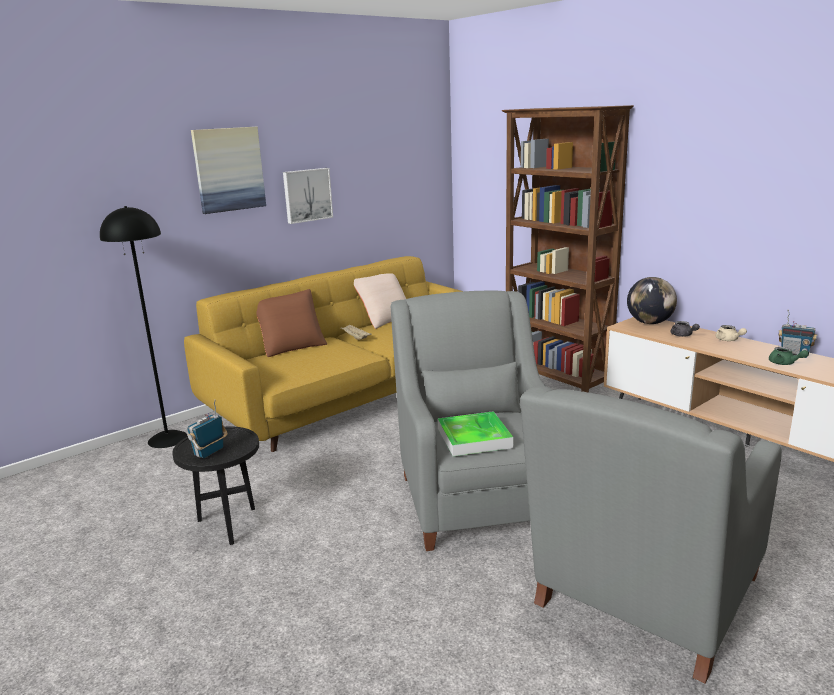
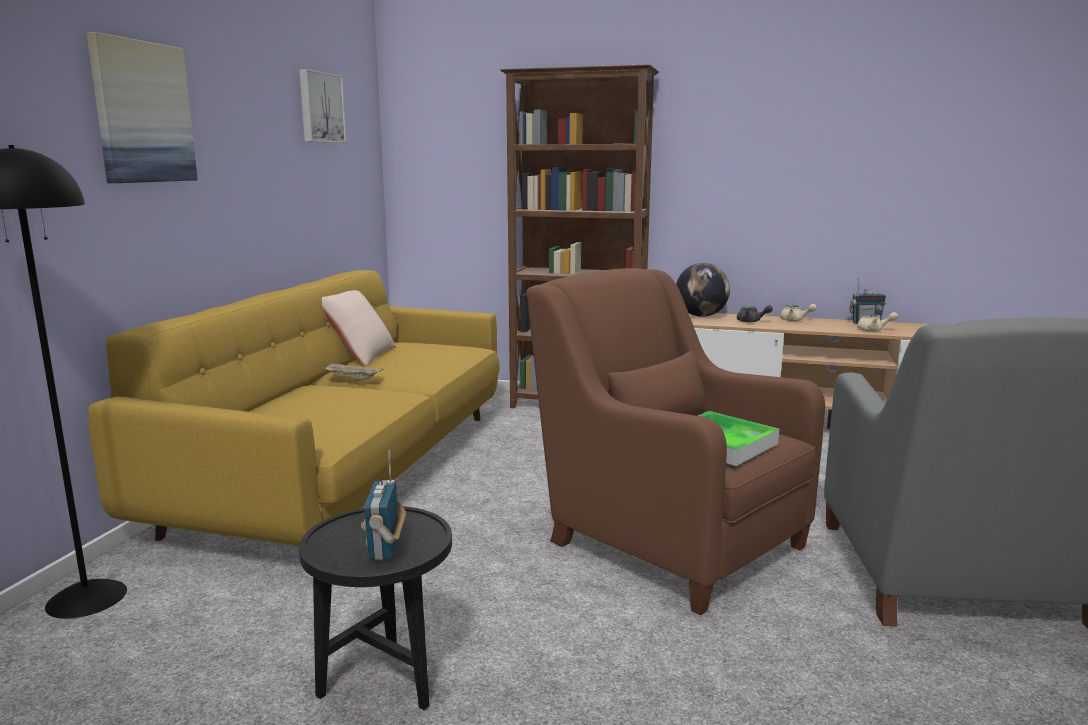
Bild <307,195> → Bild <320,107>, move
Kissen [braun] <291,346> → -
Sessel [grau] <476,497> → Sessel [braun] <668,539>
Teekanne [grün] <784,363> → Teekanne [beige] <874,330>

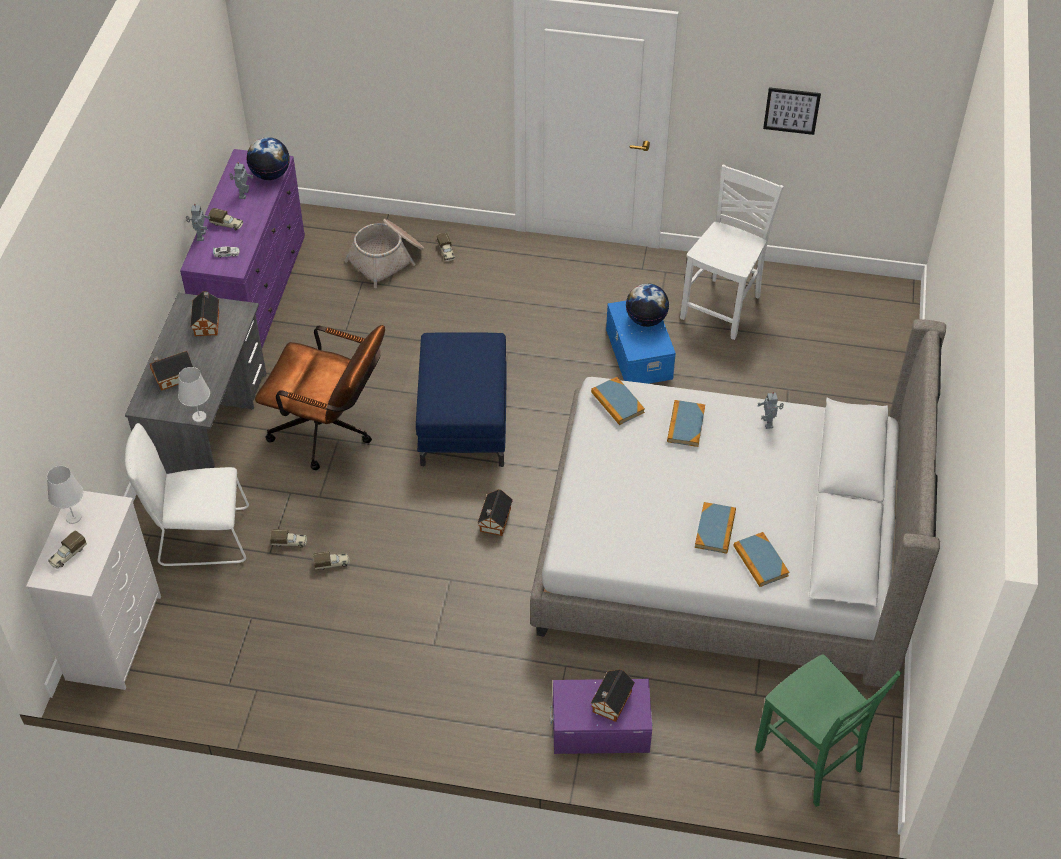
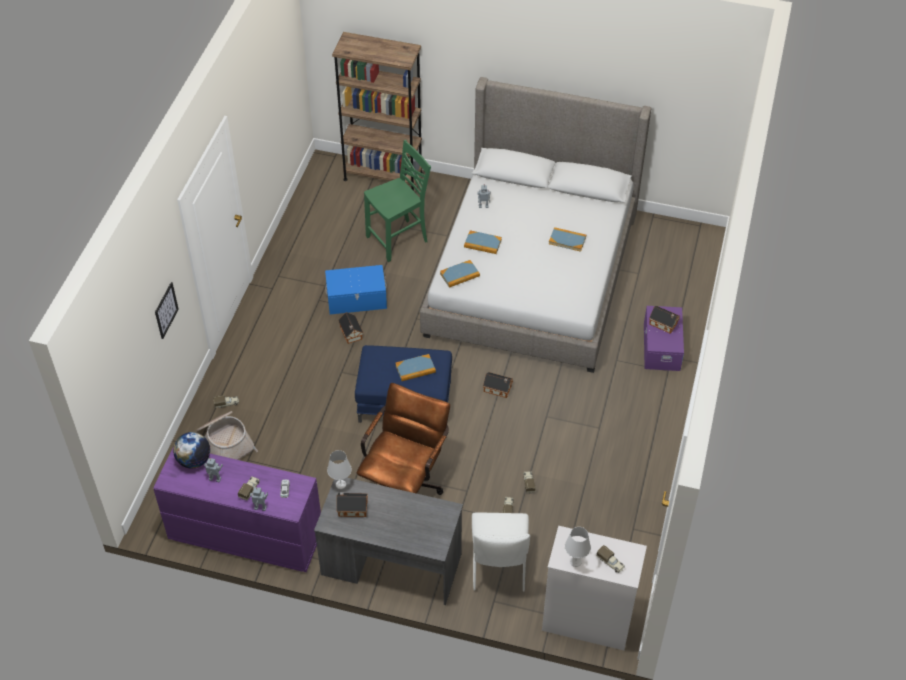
Bild <791,110> → Bild <166,310>, move
Stuhl [weiß] <723,307> → -
Globus <646,319> → -
Spielzeughaus <172,377> → Spielzeughaus <351,334>, move
Tischlampe [weiß] <199,416> → Tischlampe [weiß] <340,484>, move
Buch <760,561> → Buch <415,369>, move
Stuhl [grün] <810,761> → Stuhl [grün] <399,240>, move
- → Bücherregal [braun] <383,176>

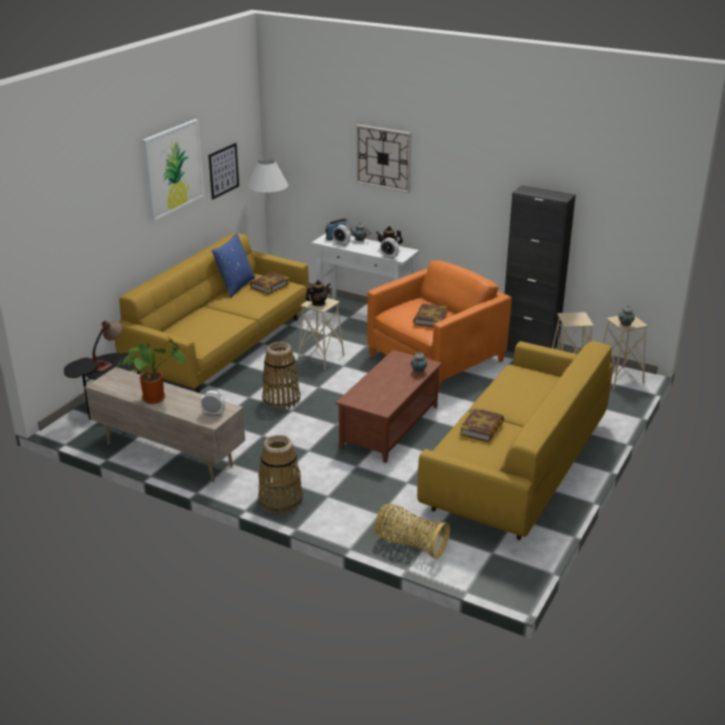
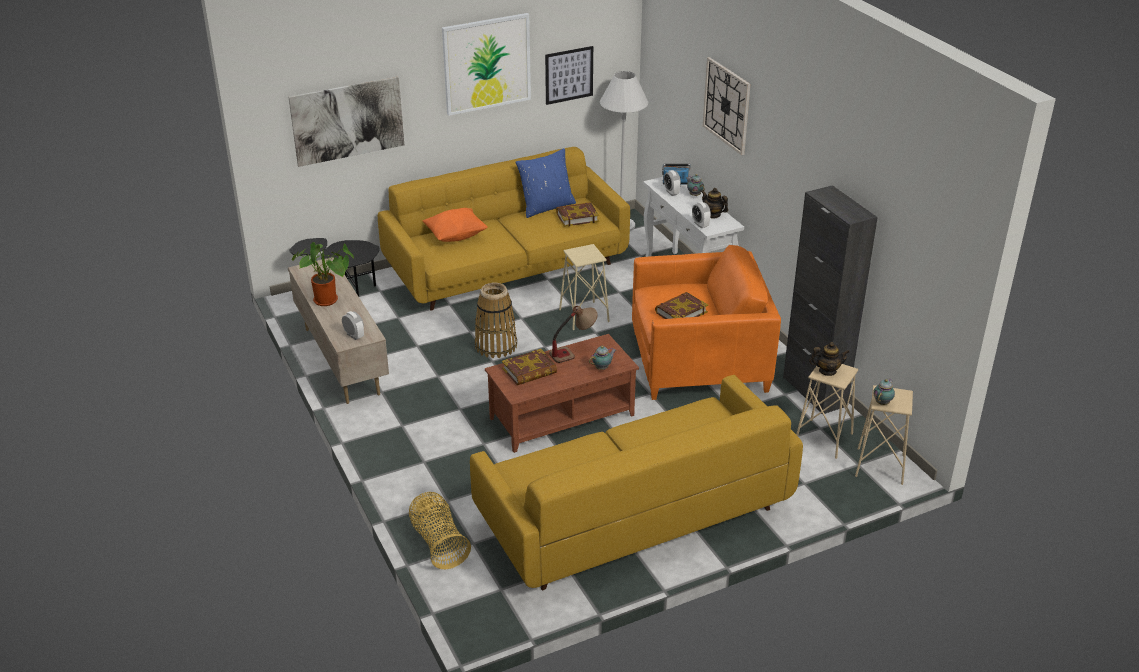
Teekanne <318,303> → Teekanne <827,371>, move
Tischlampe <108,362> → Tischlampe <573,352>, move
Buch <482,428> → Buch <529,371>, move
Korb <280,500> → -
- → Bild <347,121>
- → Kissen [orange] <456,236>

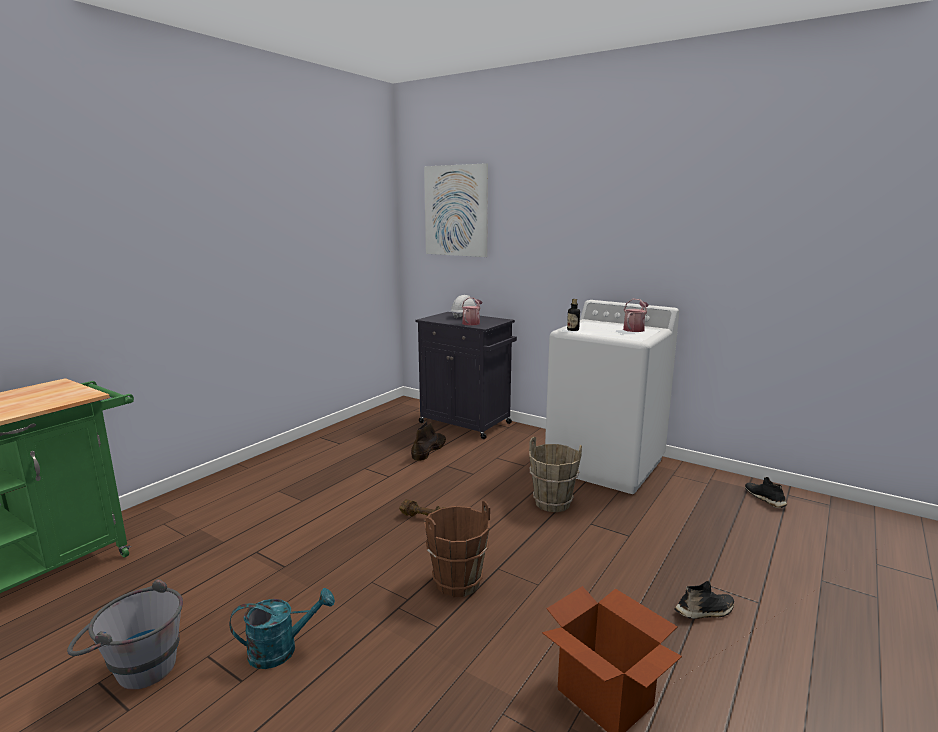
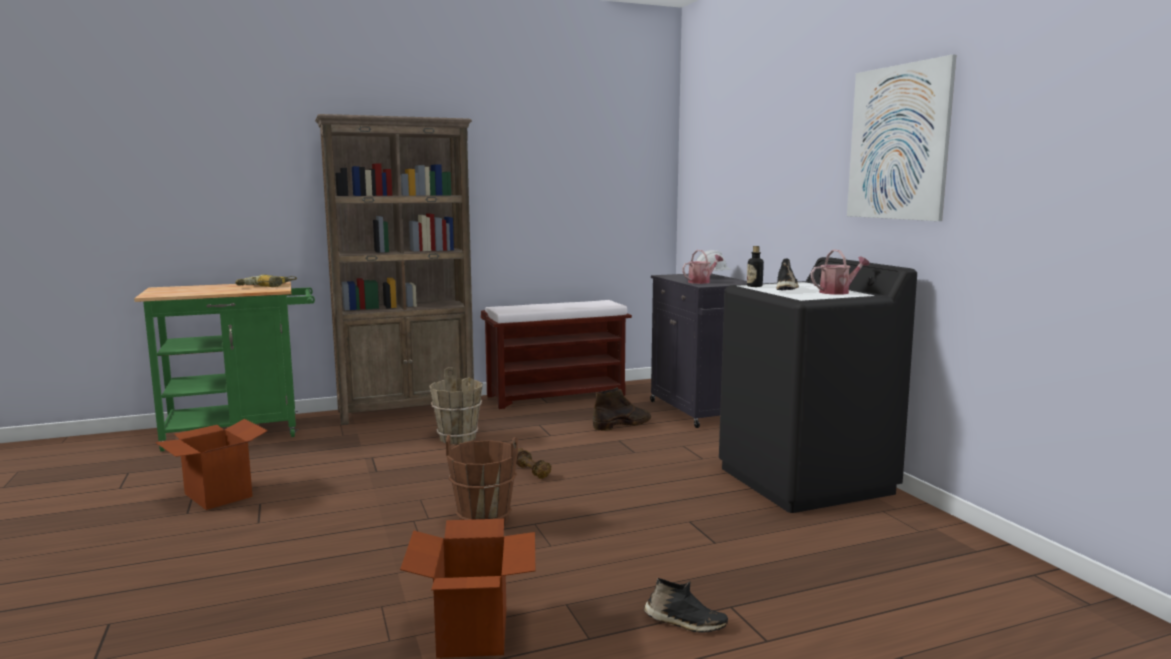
Bild <456,211> → Bild <898,143>, move
Waschmaschine [weiß] <606,464> → Waschmaschine [schwarz] <806,481>
Eimer [braun] <552,503> → Eimer [braun] <457,438>, move
Schuh [schwarz] <765,499> → Schuh [schwarz] <786,289>, move
Eimer [grau] <136,667> → Karton <218,495>
Gießkanne [türkis] <281,649> → -
- → Bücherregal [braun] <407,410>
- → Bohrmaschine <266,286>
- → Bank [braun] <557,395>

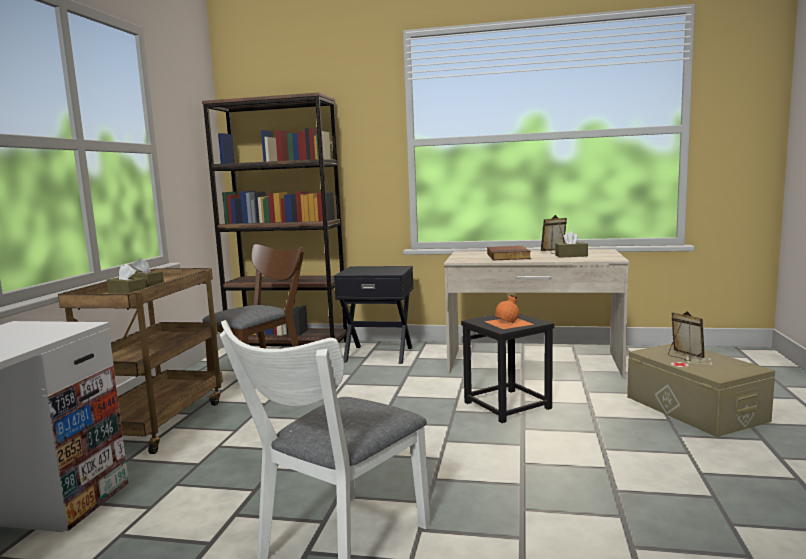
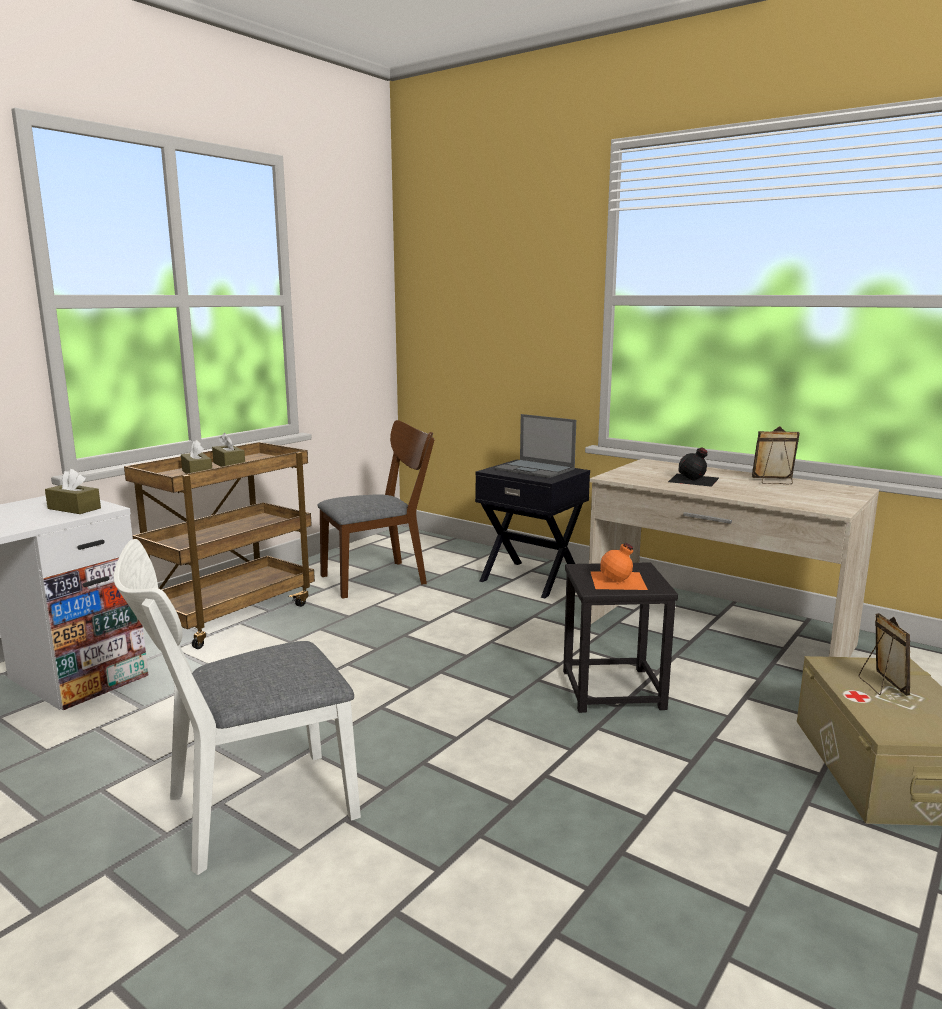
Bücherregal [braun] <289,346> → -
Taschentuchbox [braun] <571,256> → Taschentuchbox [braun] <74,508>, move
Buch <509,256> → Flasche [schwarz] <694,480>
- → Laptop <535,469>

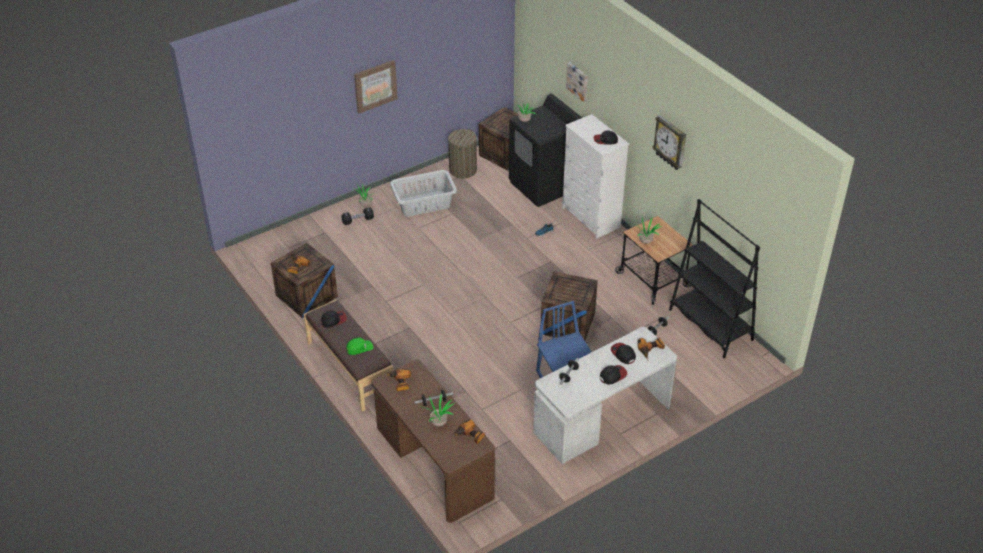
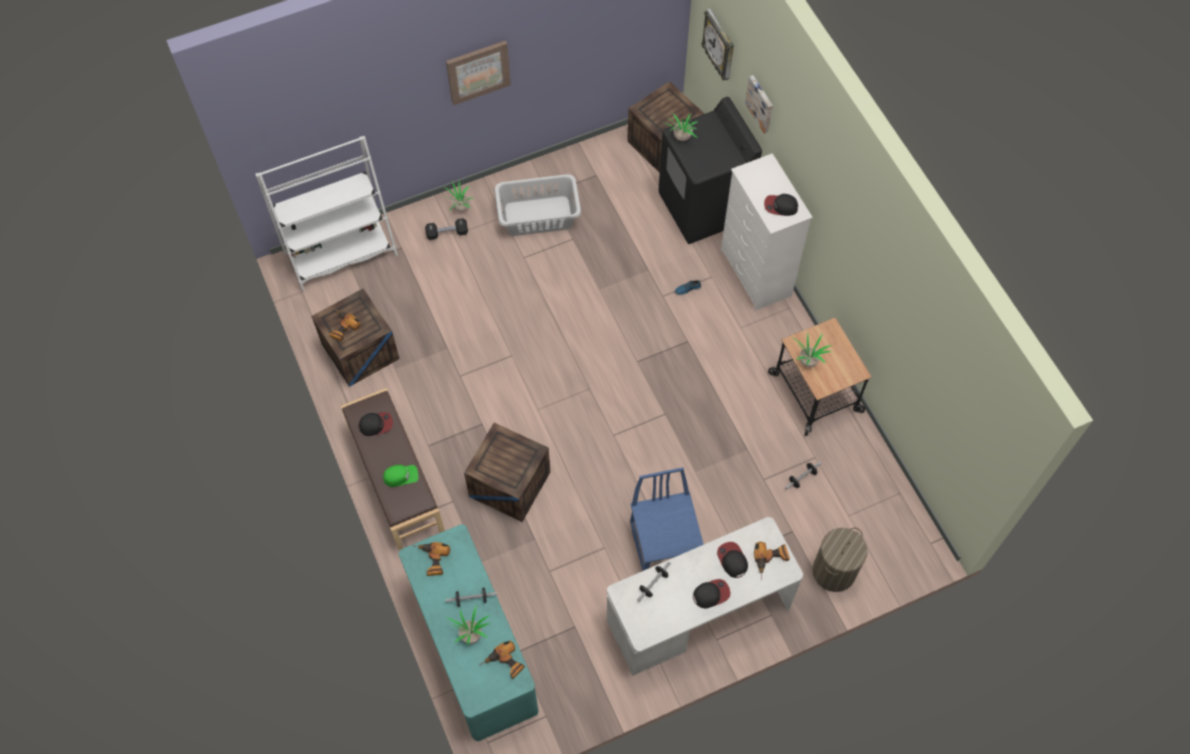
Wanduhr <670,143> → Wanduhr <720,46>, move
Wäschekorb <463,170> → Wäschekorb <834,571>, move
Bücherregal [schwarz] <710,325> → -
Kiste <567,323> → Kiste <509,484>, move
Schreibtisch [braun] <433,463> → Schreibtisch [türkis] <472,647>
- → Bücherregal [weiß] <341,254>

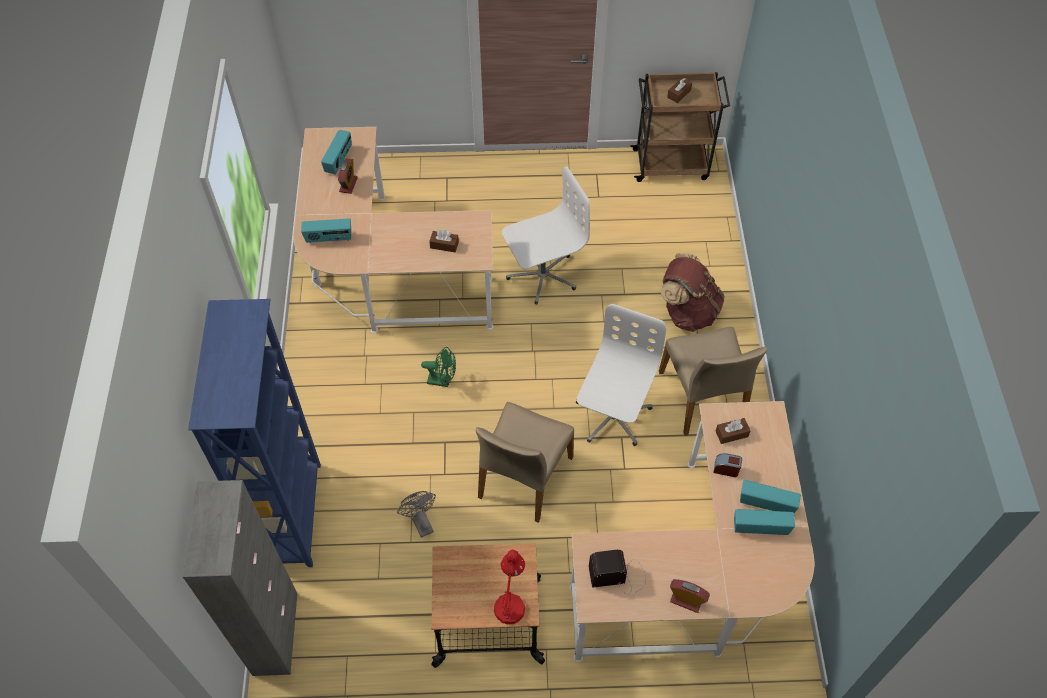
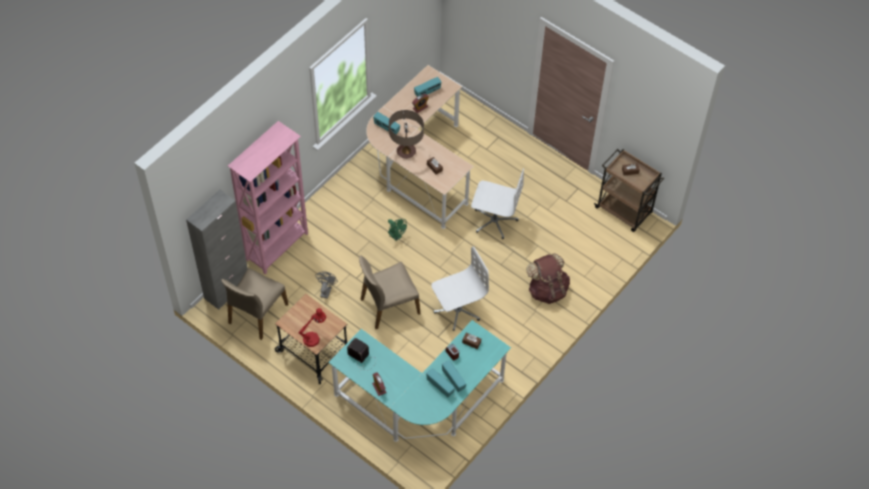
Bücherregal [blau] <294,514> → Bücherregal [rosa] <278,247>
Stuhl [beige] <703,397> → Stuhl [beige] <257,314>, move
Schreibtisch [beige] <697,575> → Schreibtisch [türkis] <421,404>
- → Tischlampe <406,152>

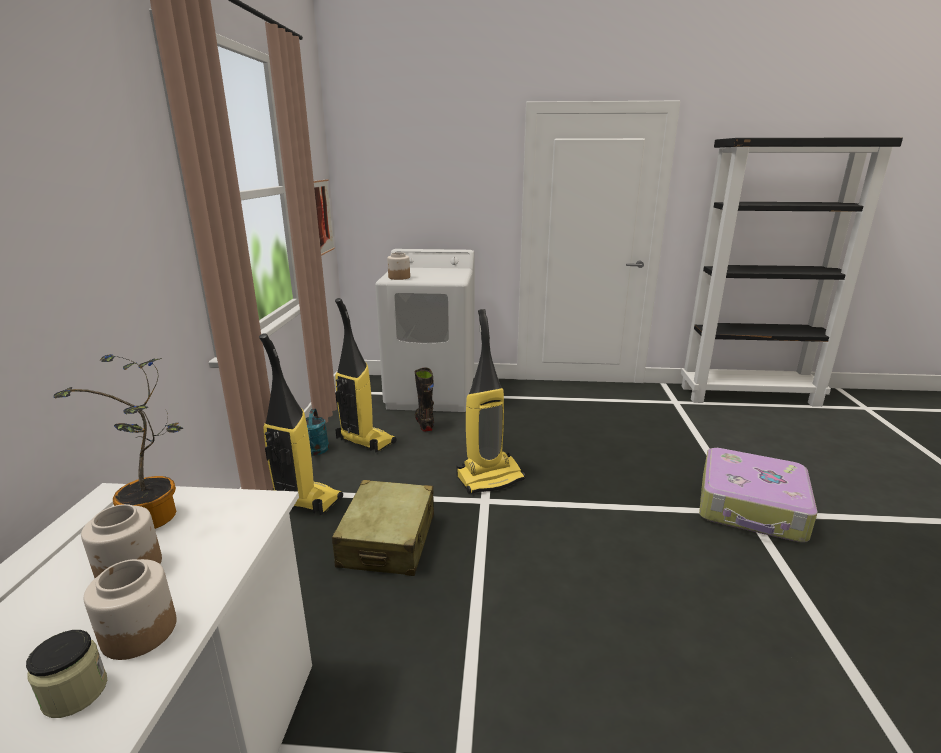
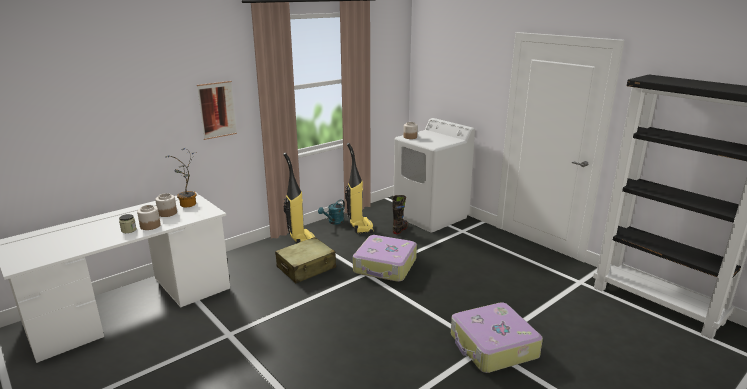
Bild <323,217> → Bild <217,110>, move
Staubsauger <490,478> → Koffer <385,266>

